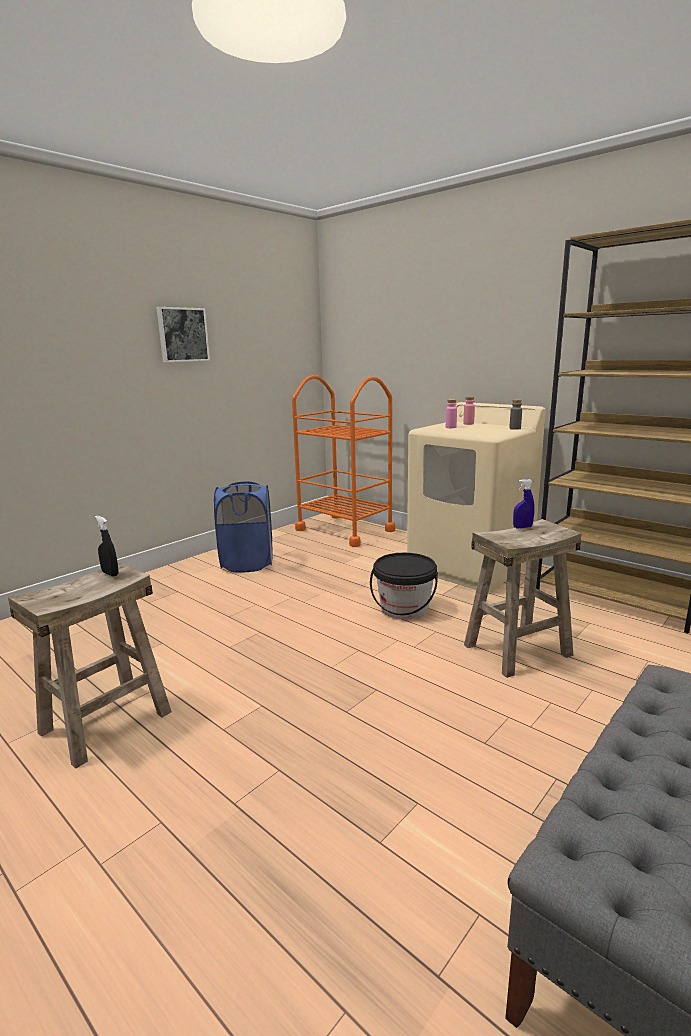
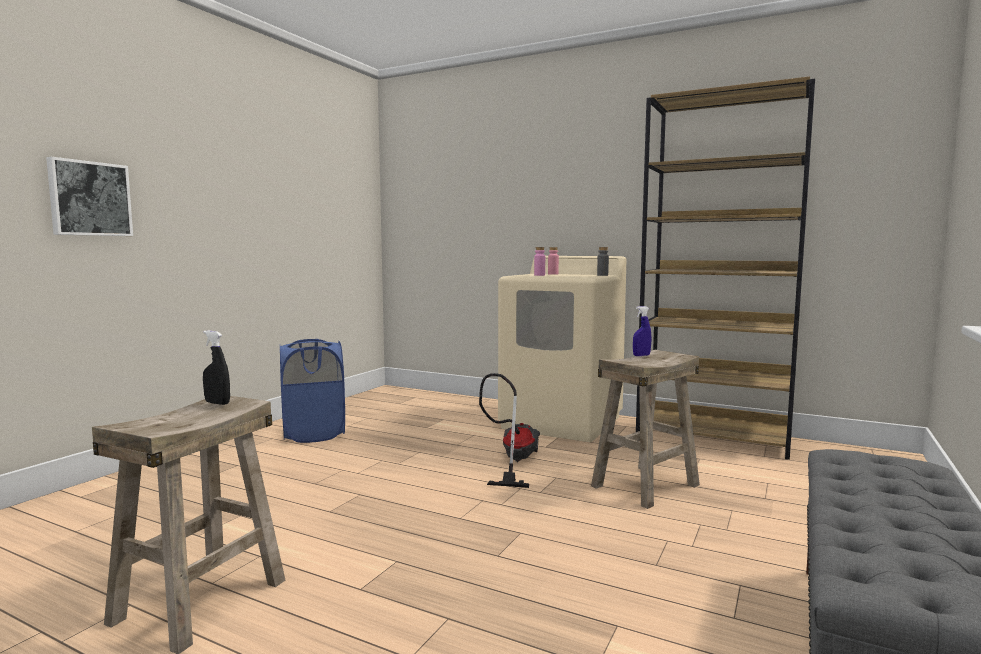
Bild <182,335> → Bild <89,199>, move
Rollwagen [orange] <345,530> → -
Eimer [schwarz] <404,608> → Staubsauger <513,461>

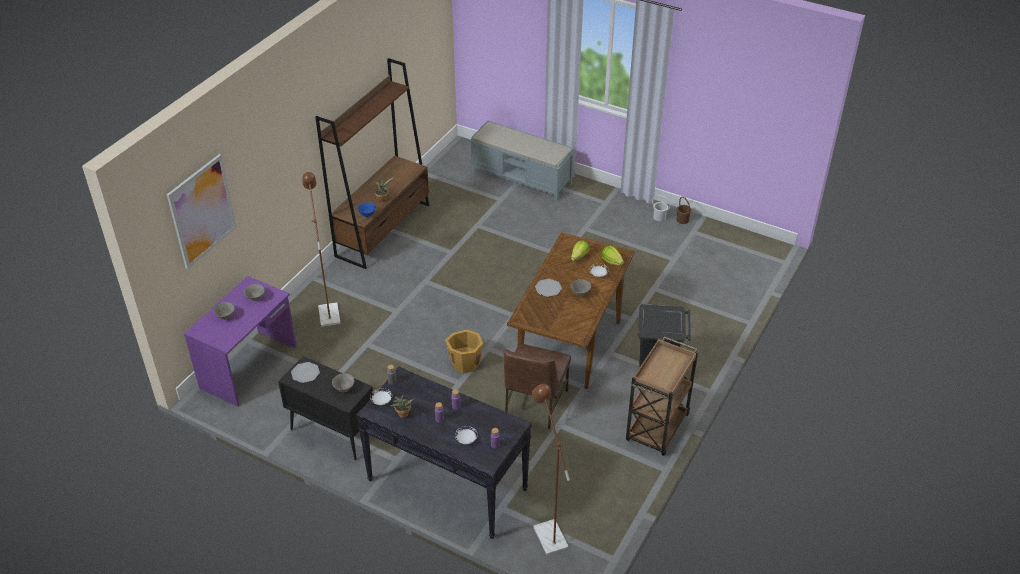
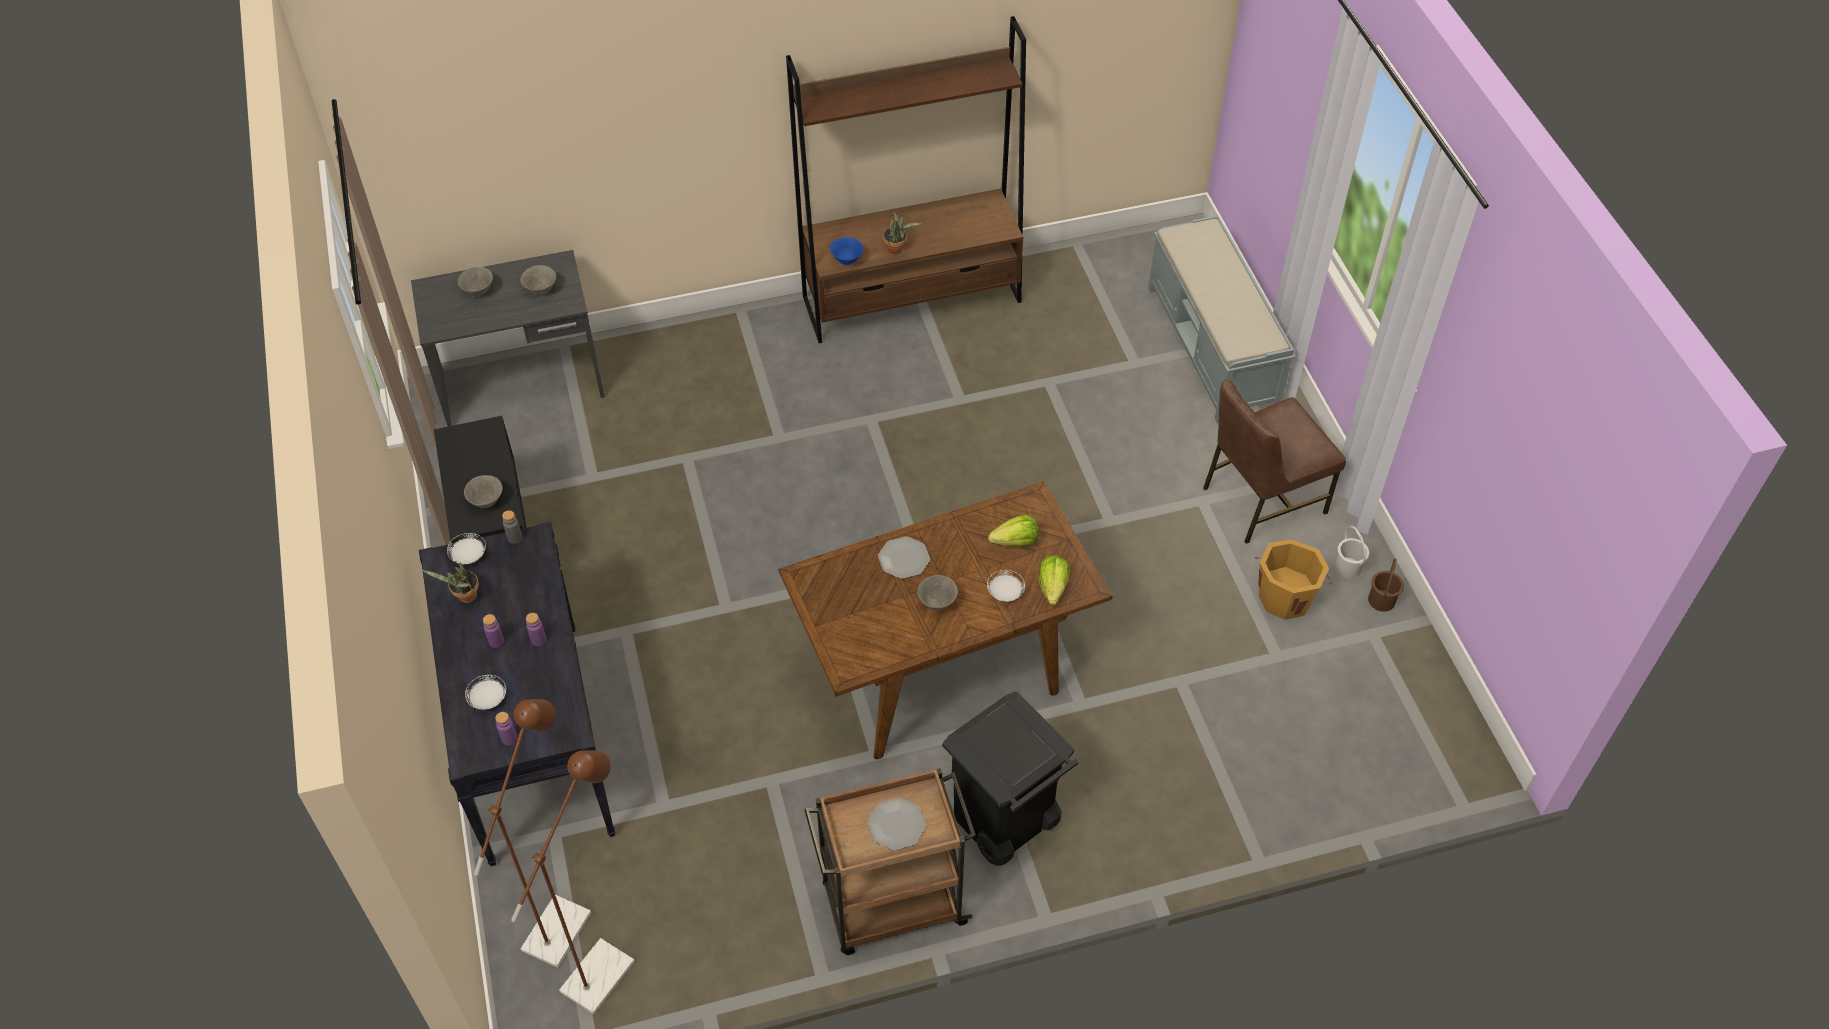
Bild <202,211> → -
Stehlampe [braun] <328,311> → Stehlampe [braun] <606,965>, move
Schreibtisch [lila] <250,367> → Schreibtisch [grau] <522,385>
Eimer [orange] <465,362> → Eimer [orange] <1285,597>, move
Stuhl [braun] <534,404> → Stuhl [braun] <1261,499>, move
Teller <305,373> → Teller <896,825>, move

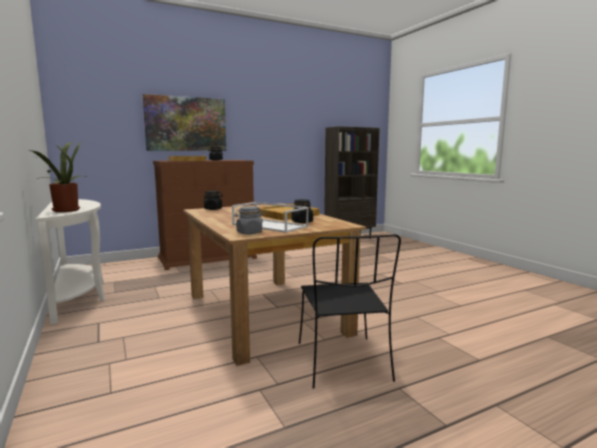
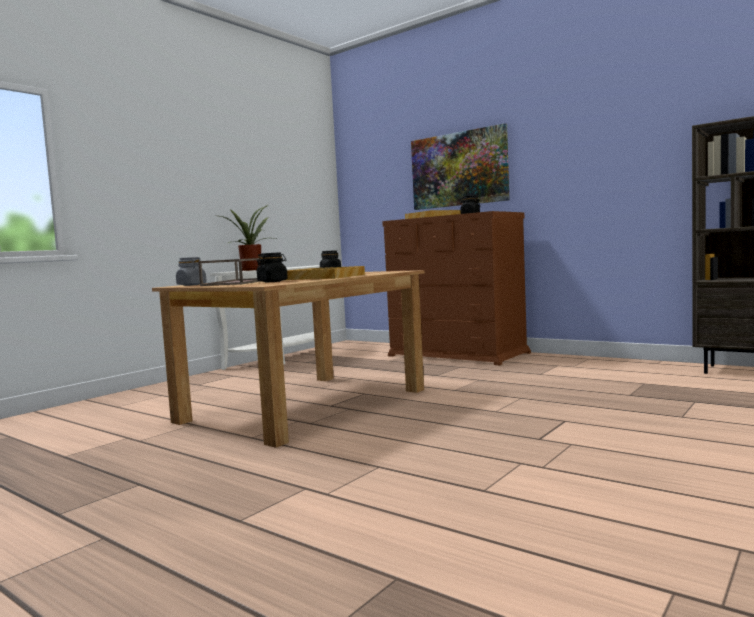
Tablett [weiß] <270,225> → Tablett [braun] <239,282>
Stuhl [schwarz] <343,363> → -

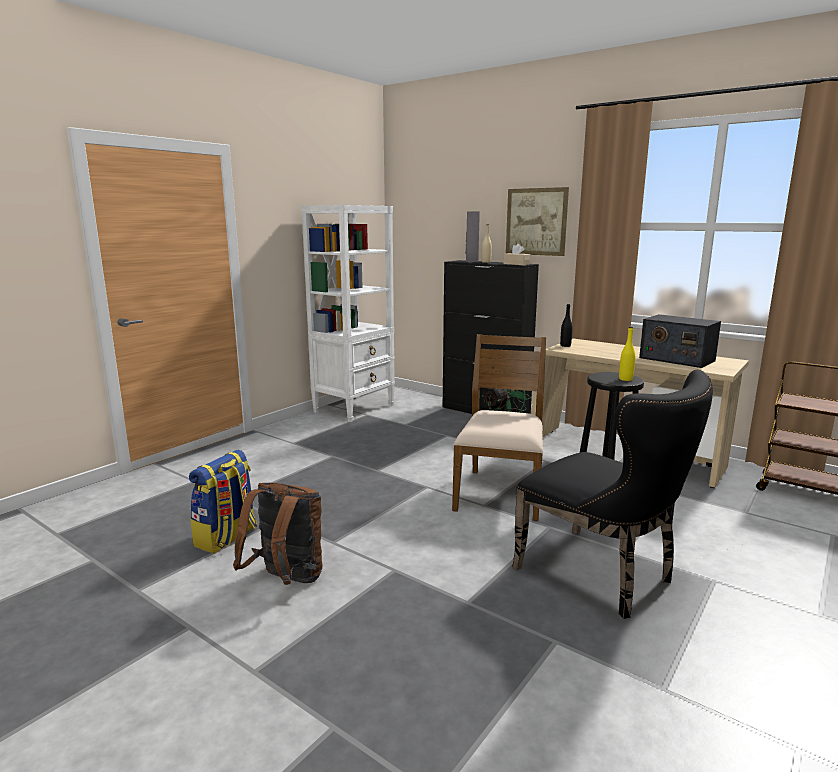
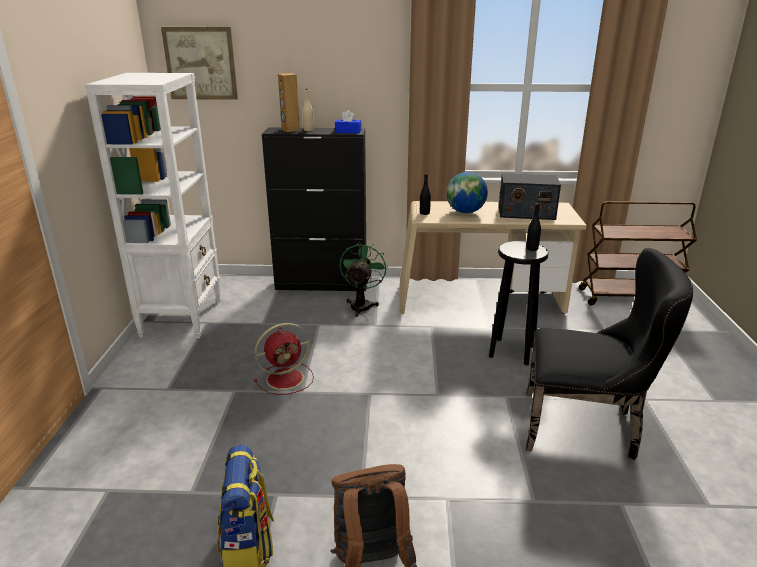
Bild <536,221> → Bild <200,63>, move
Lautsprecher [grau] <471,261> → Lautsprecher [braun] <290,130>
Taschentuchbox [beige] <516,264> → Taschentuchbox [blau] <348,131>
Flasche [gelb] <625,379> → Flasche [schwarz] <532,249>
Stuhl [braun] <500,493> → -
- → Globus <465,212>
- → Ventilator [rot] <287,378>

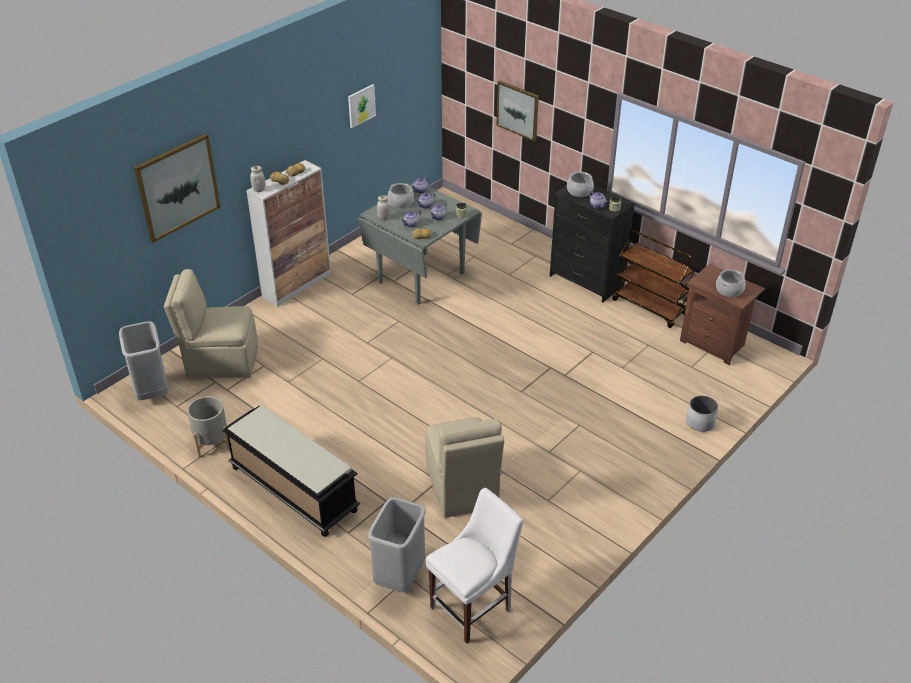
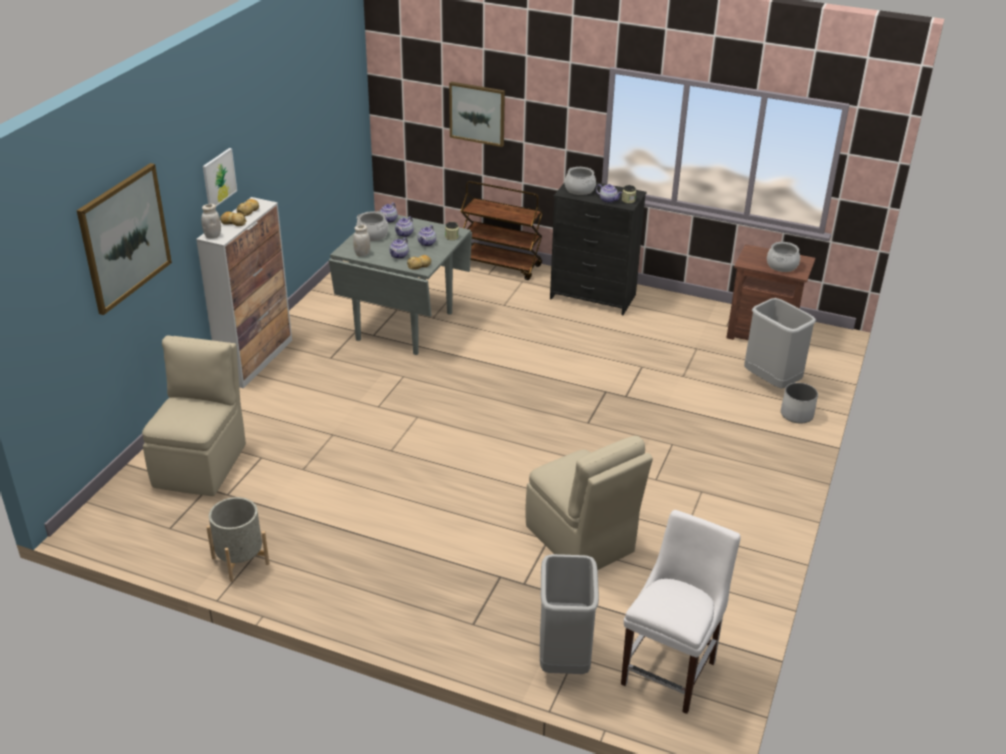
Bild <361,105> → Bild <219,178>, move
Rollwagen [braun] <650,307> → Rollwagen [braun] <501,265>, move
Stuhl [beige] <220,361> → Stuhl [beige] <201,463>, 120 degrees clockwise
Mülleimer [grau] <152,391> → Mülleimer [grau] <772,382>, move
Bank [schwarz] <292,489> → -

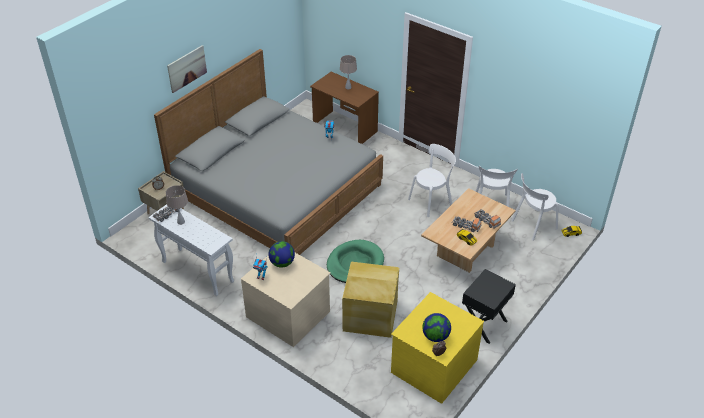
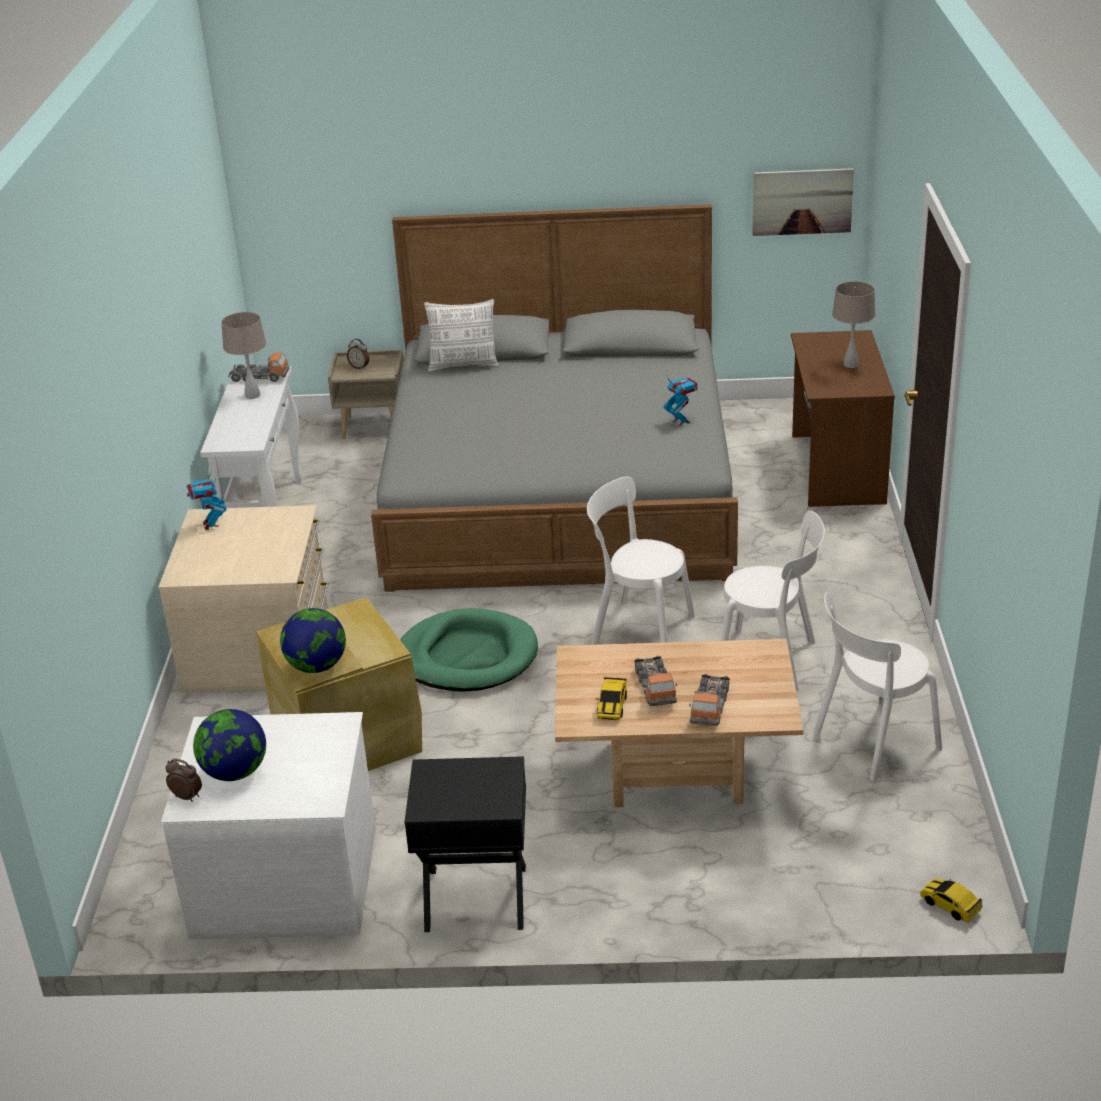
Bild <187,68> → Bild <802,201>, move
Stuhl [weiß] <532,225> → Stuhl [weiß] <638,628>, move
Globus <282,263> → Globus <317,666>, move
Kommode [gelb] <433,365> → Kommode [weiß] <286,879>
- → Kissen <464,365>

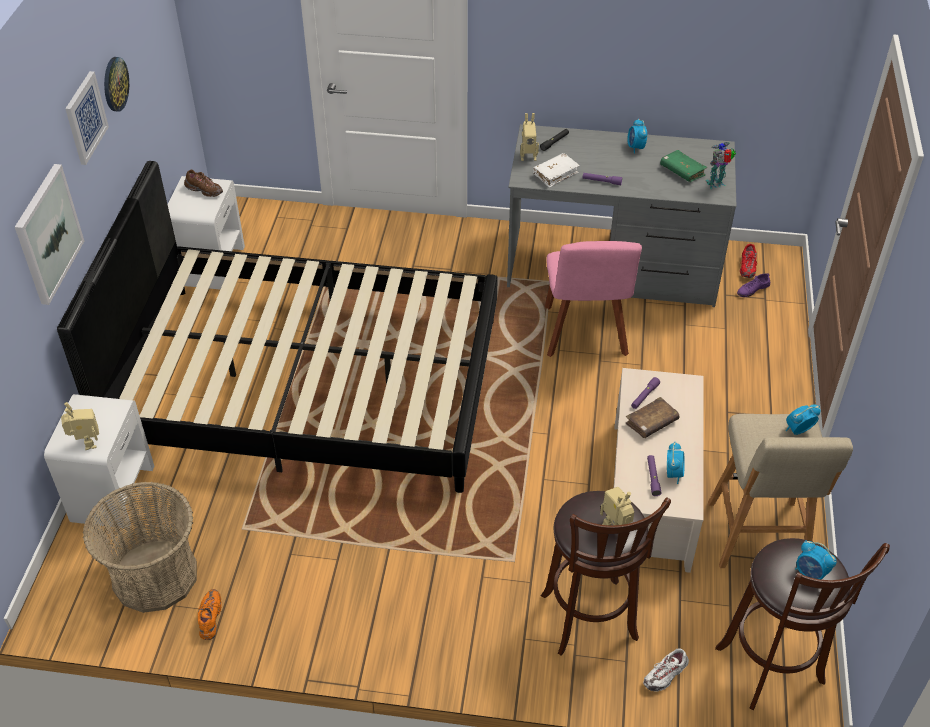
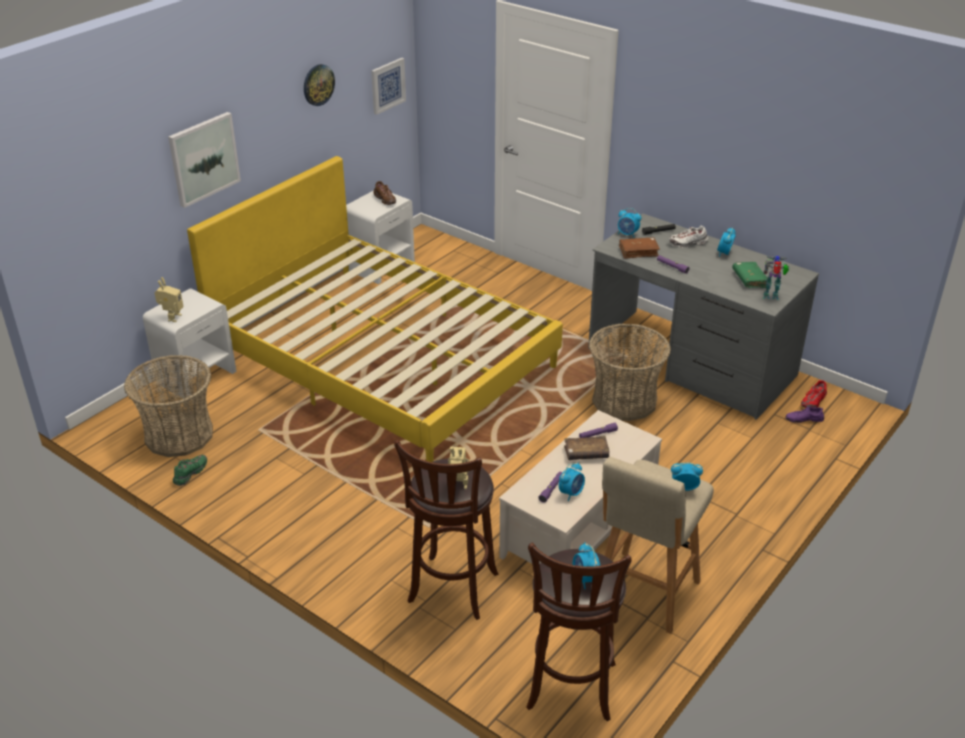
Bild <85,117> → Bild <387,85>, move
Spielzeugroboter <528,156> → Wecker <627,234>
Buch [weiß] <555,174> → Buch [braun] <638,252>
Bett [schwarz] <308,383> → Bett [gelb] <383,359>
Stuhl [rosa] <585,334> → Korb <624,400>
Schuh [orange] <210,618> → Schuh [grün] <190,474>
Schuh [weiß] <665,675> → Schuh [weiß] <688,244>, move

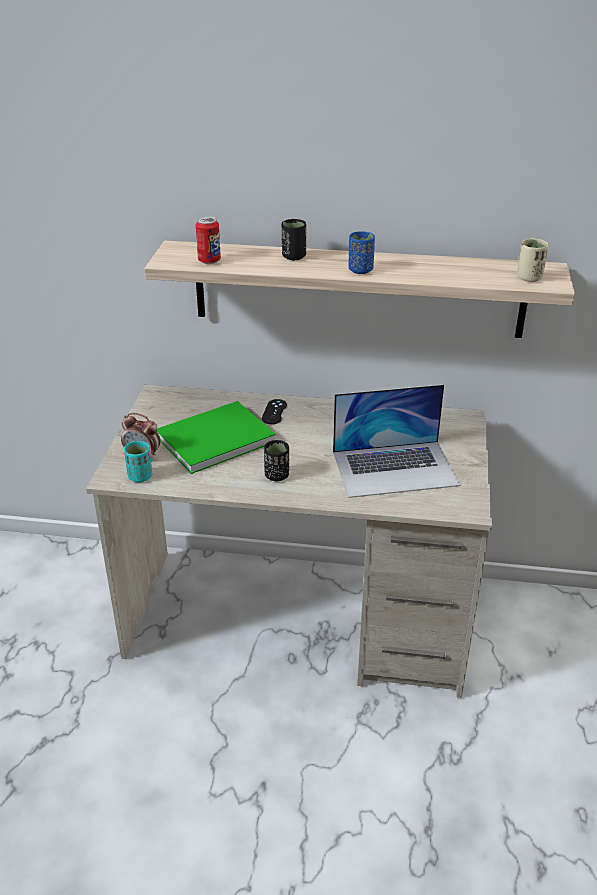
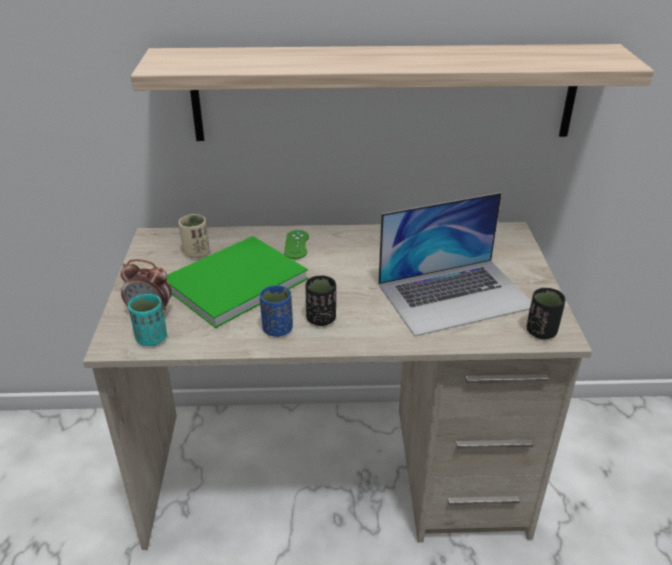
Dose <209,261> → -
Tasse [schwarz] <294,256> → Tasse [schwarz] <541,332>, move
Tasse [blau] <360,270> → Tasse [blau] <277,329>, move
Tasse [beige] <529,278> → Tasse [beige] <196,253>, move
Gamepad [schwarz] <274,412> → Gamepad [grün] <296,245>

